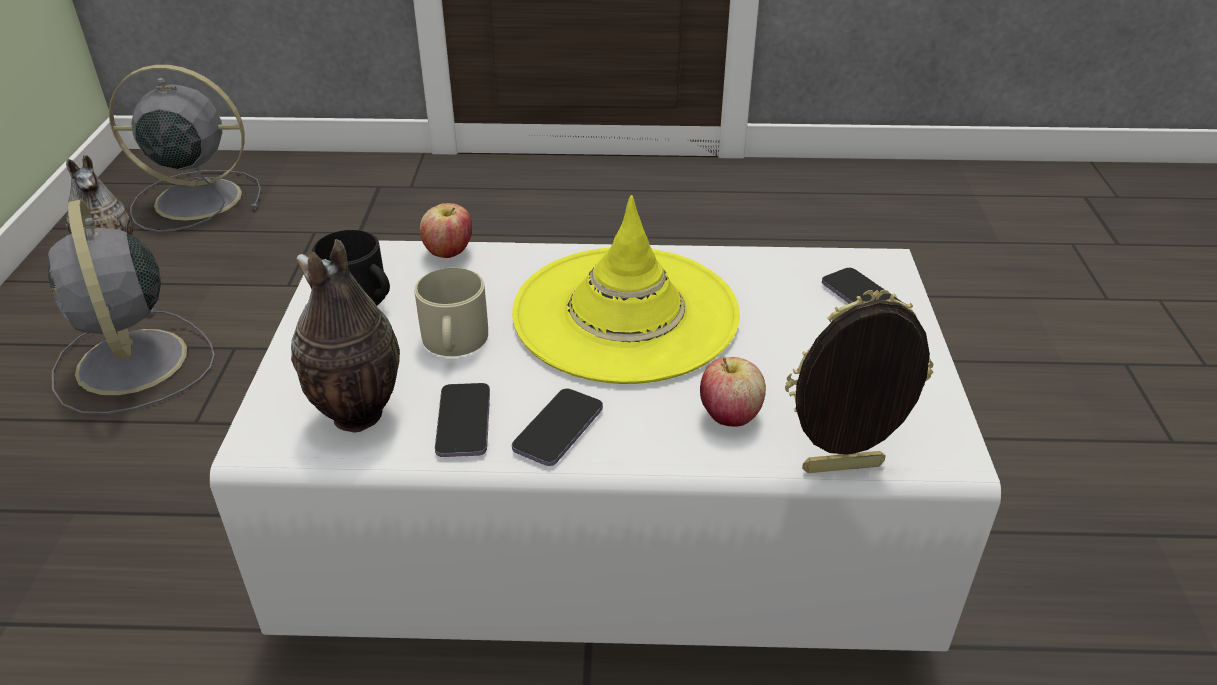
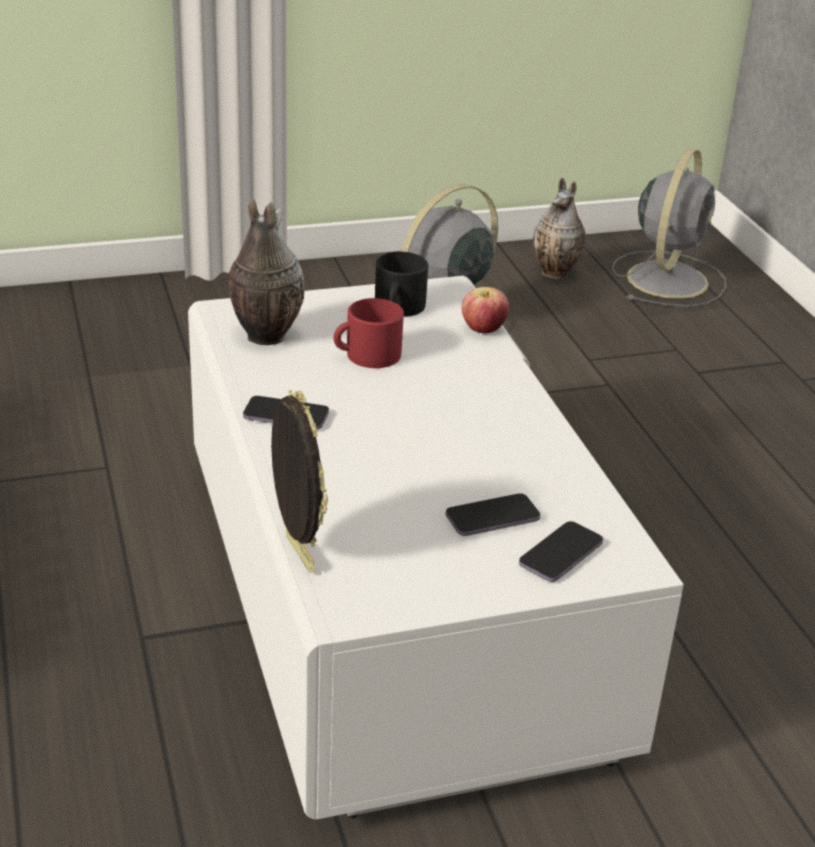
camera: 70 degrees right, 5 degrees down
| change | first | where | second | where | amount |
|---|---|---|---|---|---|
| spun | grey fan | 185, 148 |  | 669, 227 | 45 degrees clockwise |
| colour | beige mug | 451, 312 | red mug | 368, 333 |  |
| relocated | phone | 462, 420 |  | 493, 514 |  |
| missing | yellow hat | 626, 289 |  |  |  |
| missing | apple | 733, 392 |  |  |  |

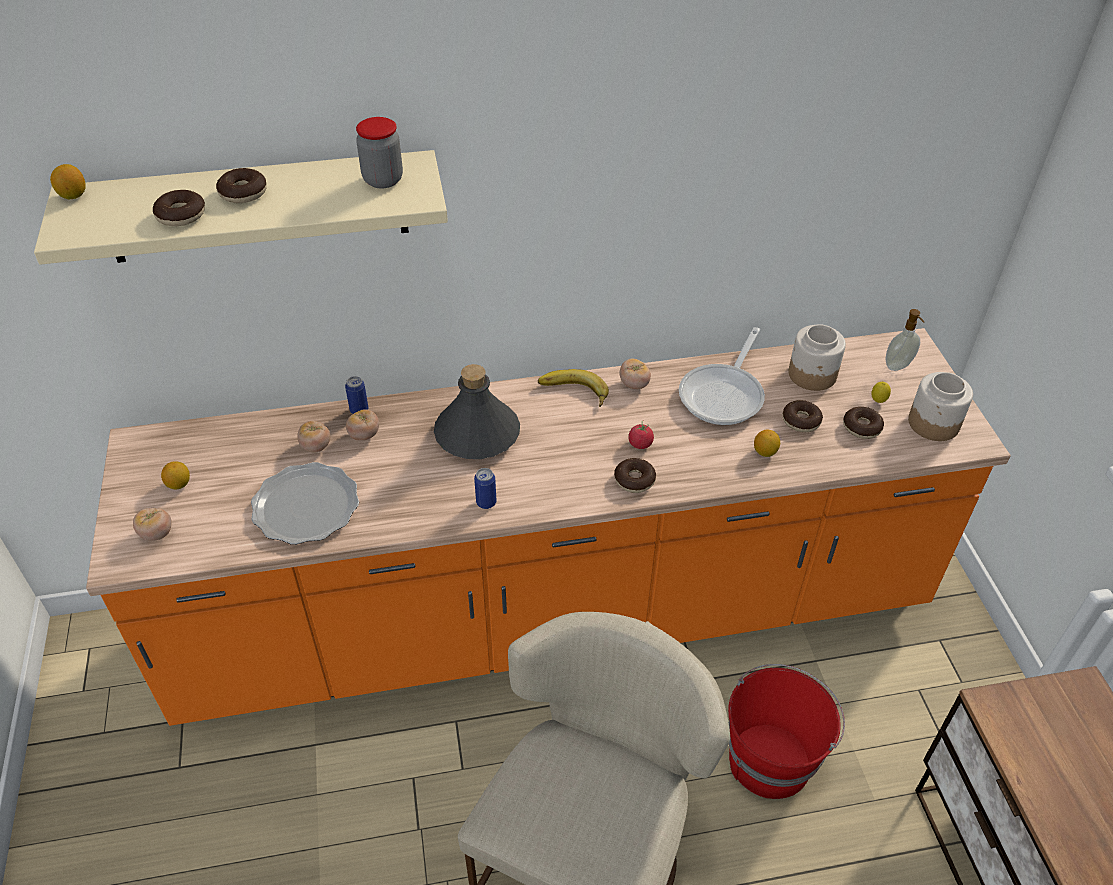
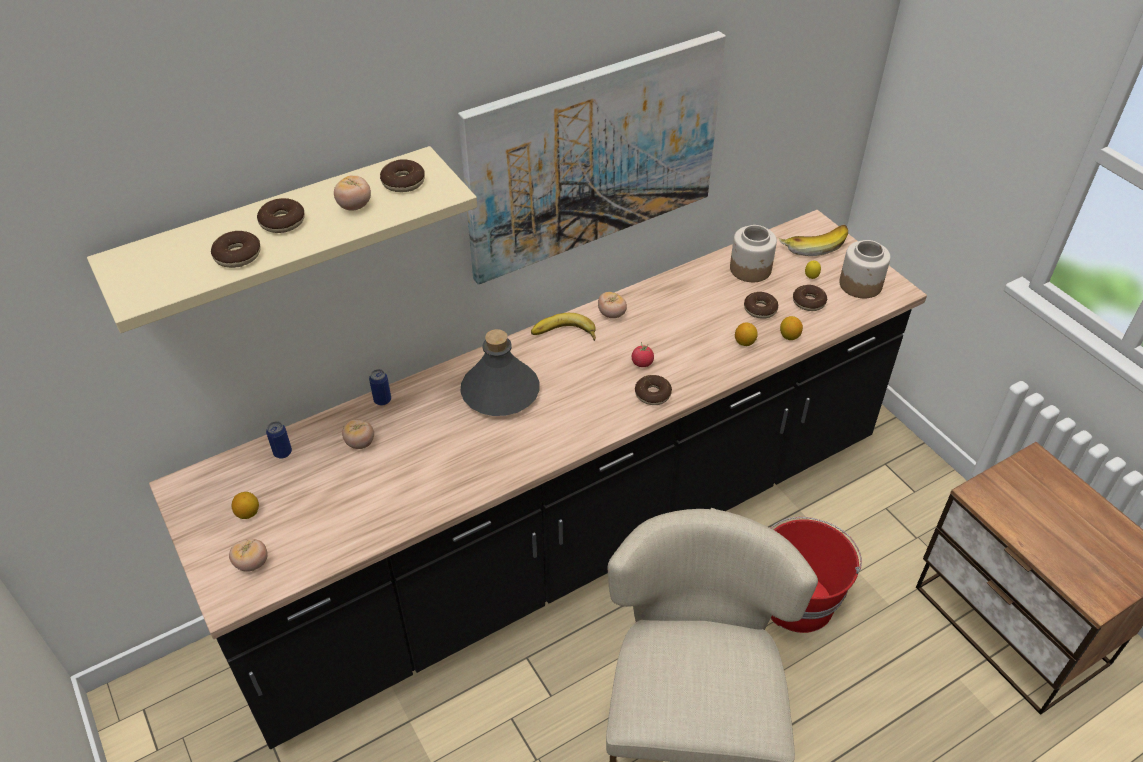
camera: 20 degrees left, 0 degrees up
| change | first | where | second | where | amount |
|---|---|---|---|---|---|
| relocated | lemon | 68, 181 |  | 791, 328 |  |
| colour | orange counter | 548, 527 | black counter | 538, 479 |  |
| missing | plate | 305, 503 |  |  |  |
| relocated | tomato | 362, 425 |  | 352, 193 |  |
| exchanged | jar | 379, 153 | donut | 402, 175 |  |
| relocated | can | 485, 488 |  | 279, 440 |  |
| missing | frying pan | 722, 376 |  |  |  |
| exchanged | soap dispenser | 904, 340 | banana | 813, 240 |  |
| appeared |  |  | picture | 592, 158 |  |

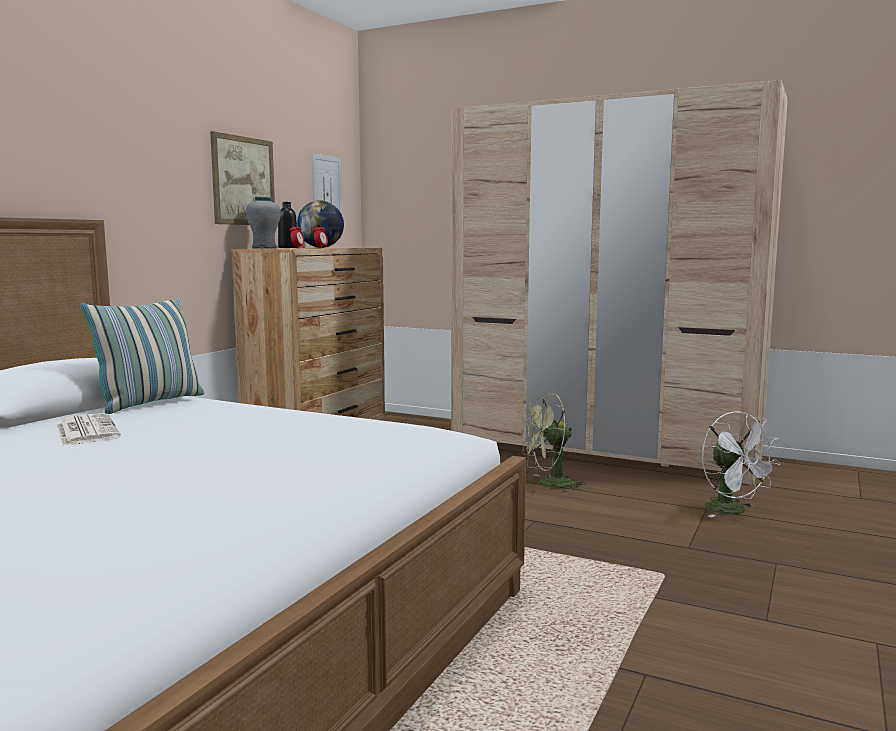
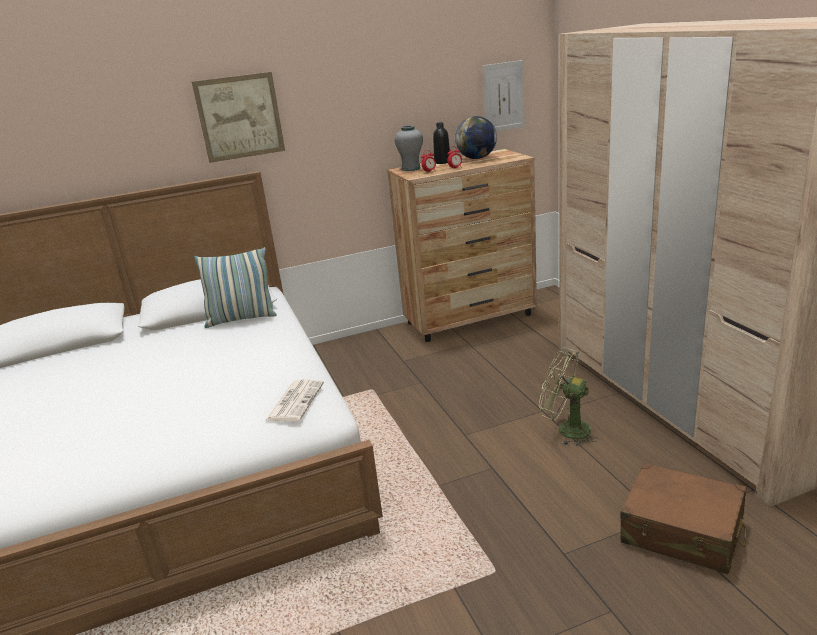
camera: 45 degrees right, 15 degrees up
| change | first | where | second | where | amount |
|---|---|---|---|---|---|
| relocated | newspaper | 89, 429 |  | 295, 400 |  |
| relocated | picture | 242, 178 |  | 238, 117 |  |
| exchanged | white fan | 741, 464 | brown suitcase | 683, 518 |  |

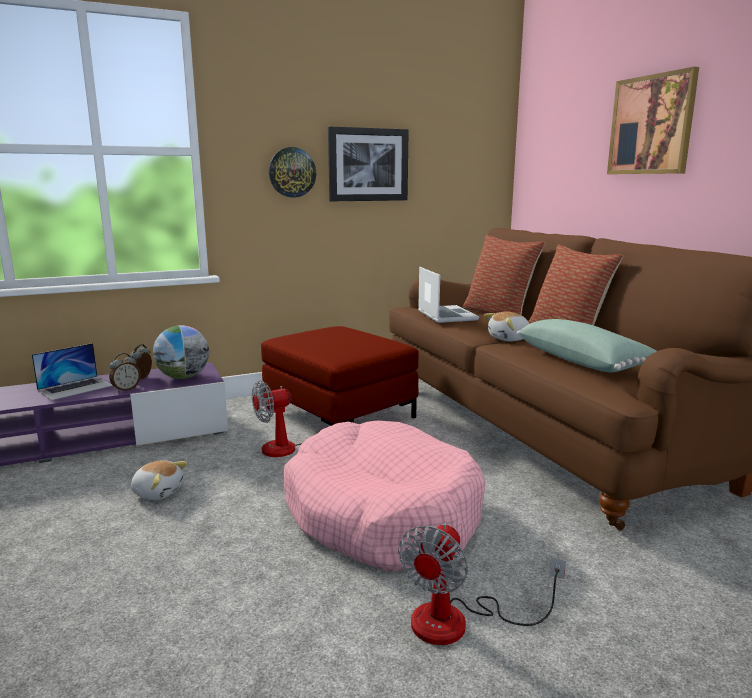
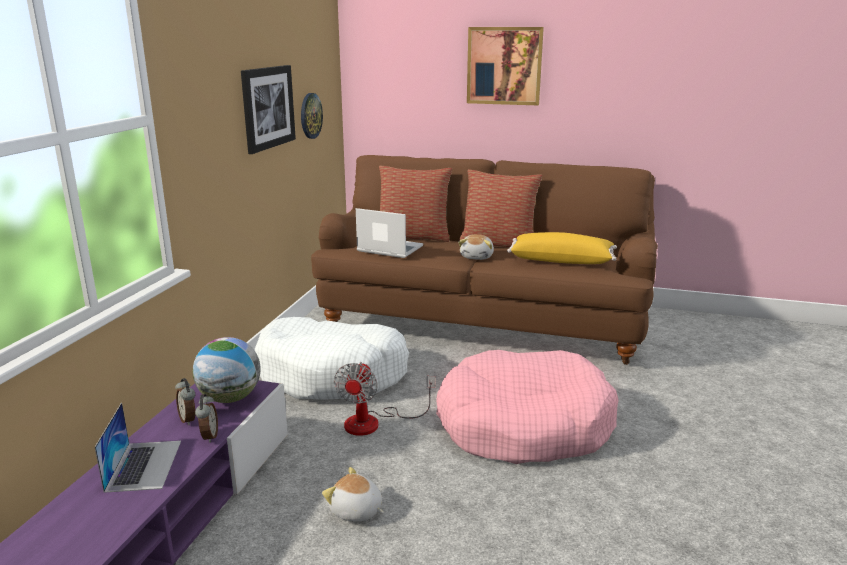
camera: 50 degrees left, 5 degrees up
| change | first | where | second | where | amount |
|---|---|---|---|---|---|
| spun | plush toy | 159, 480 |  | 353, 494 | 120 degrees counterclockwise |
| exchanged | red ottoman | 340, 376 | white dog bed | 332, 358 |  |
| relocated | wall clock | 292, 172 |  | 312, 116 |  |
| missing | fan | 482, 584 |  |  |  |
| colour | green pillow | 587, 345 | yellow pillow | 562, 248 |  |

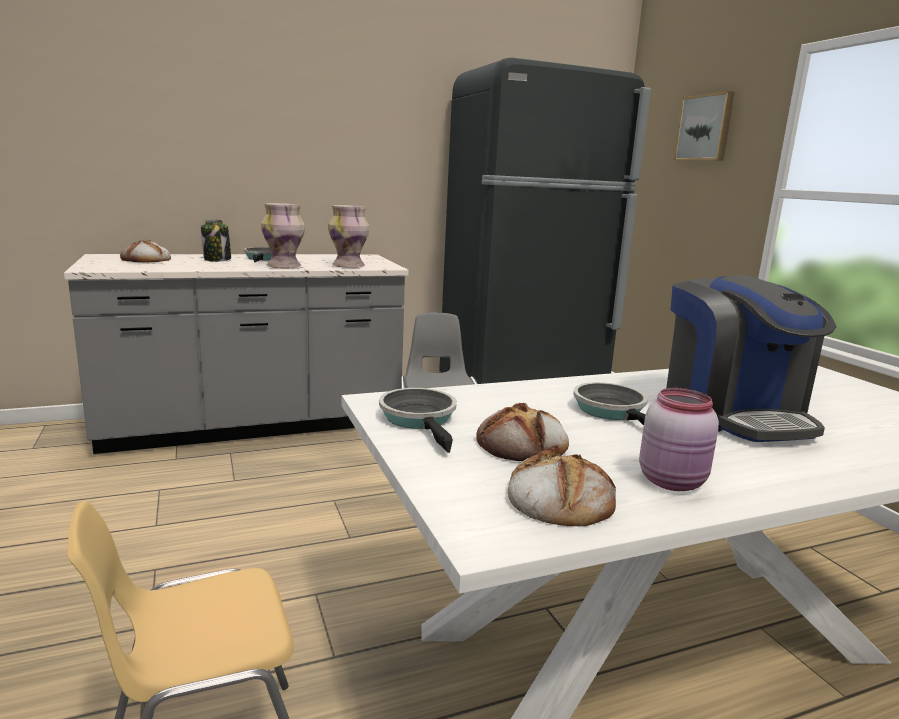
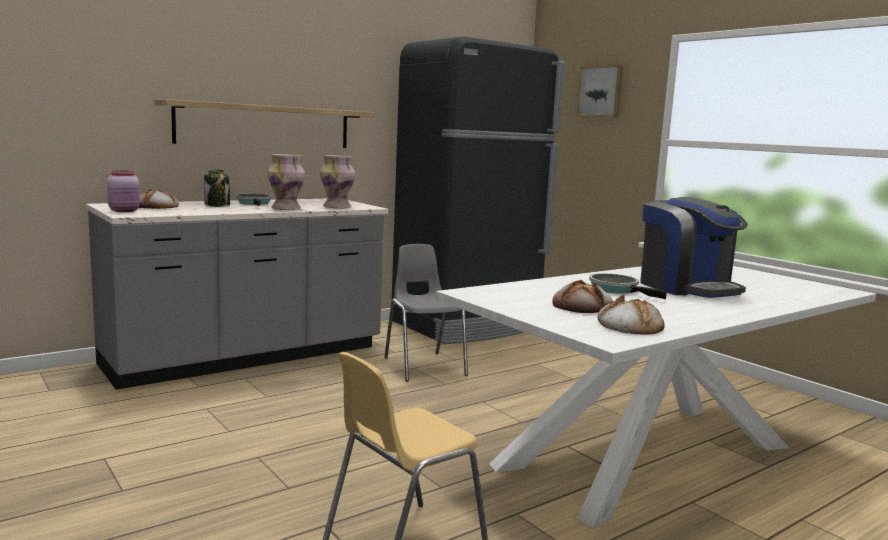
camera: 15 degrees left, 5 degrees down
| change | first | where | second | where | amount |
|---|---|---|---|---|---|
| missing | frying pan | 418, 420 |  |  |  |
| relocated | pink jar | 679, 439 |  | 123, 191 |  |
| appeared |  |  | shelf | 265, 123 |  |

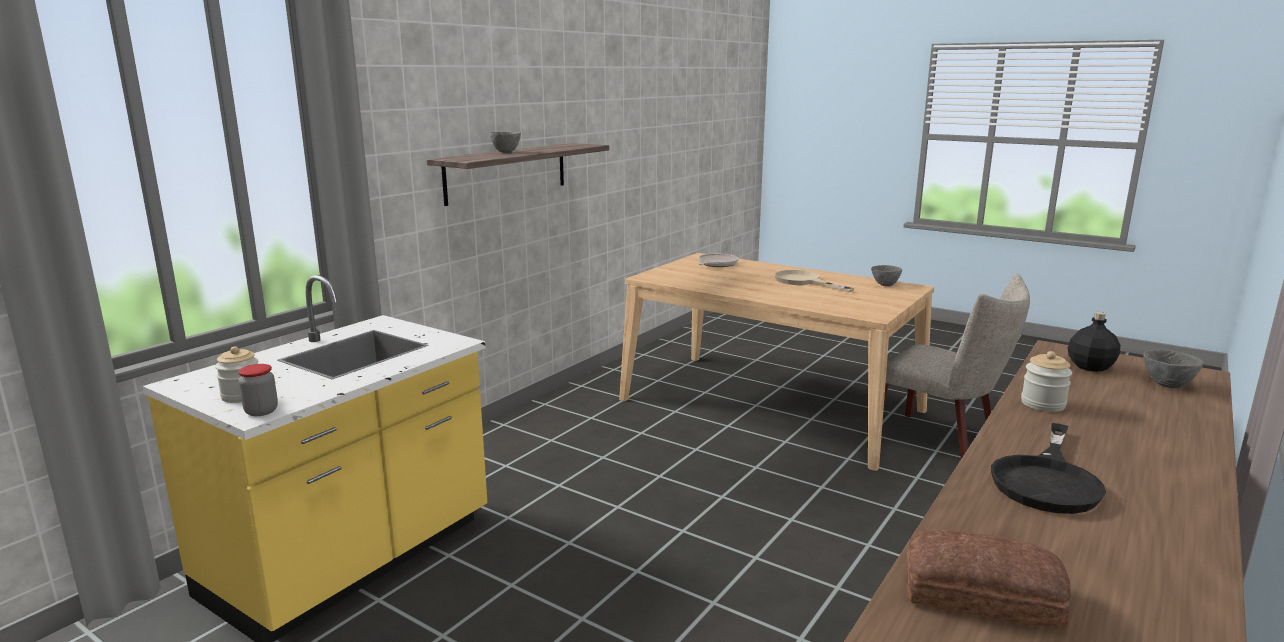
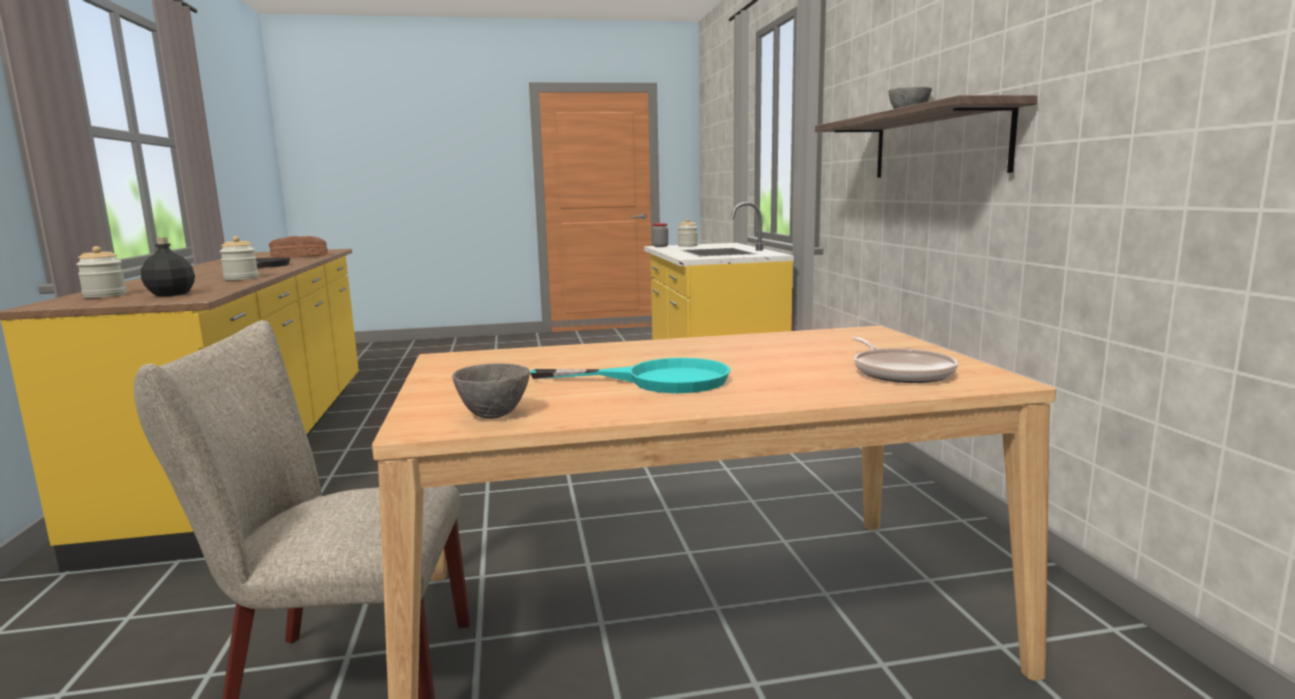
camera: 135 degrees right, 5 degrees down
| change | first | where | second | where | amount |
|---|---|---|---|---|---|
| colour | beige frying pan | 814, 281 | turquoise frying pan | 630, 375 |  |
| exchanged | grey bowl | 1173, 369 | jar | 101, 272 |  |

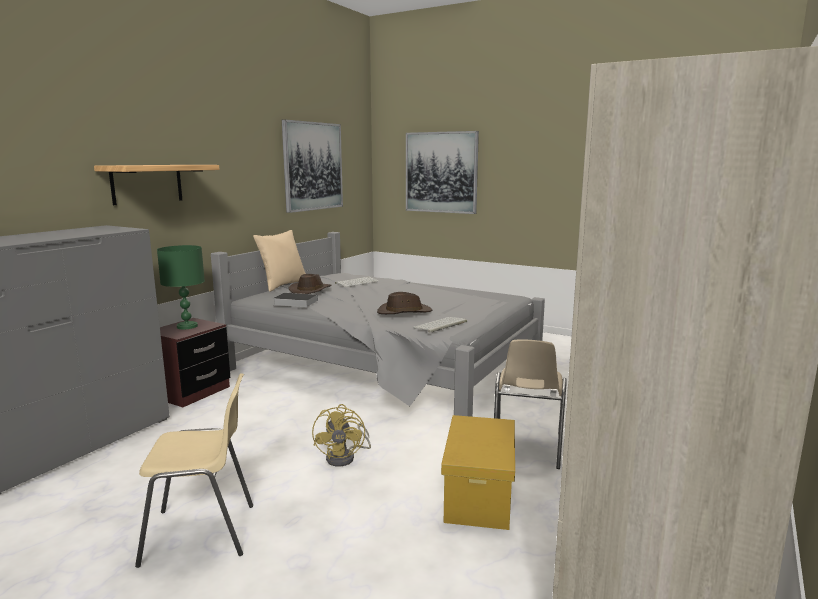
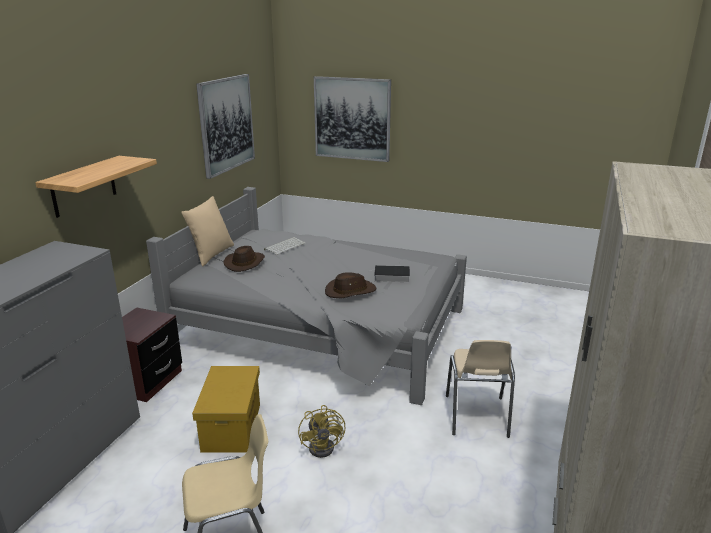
camera: 10 degrees left, 10 degrees up
| change | first | where | second | where | amount |
|---|---|---|---|---|---|
| missing | green table lamp | 181, 287 |  |  |  |
| relocated | book | 295, 300 |  | 389, 273 |  |
| missing | keyboard | 439, 325 |  |  |  |
| relocated | yellow storage box | 478, 472 |  | 226, 409 |  |

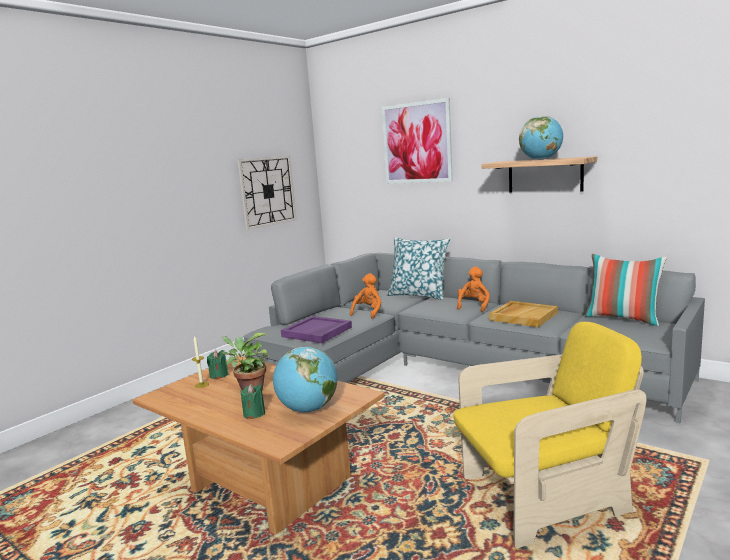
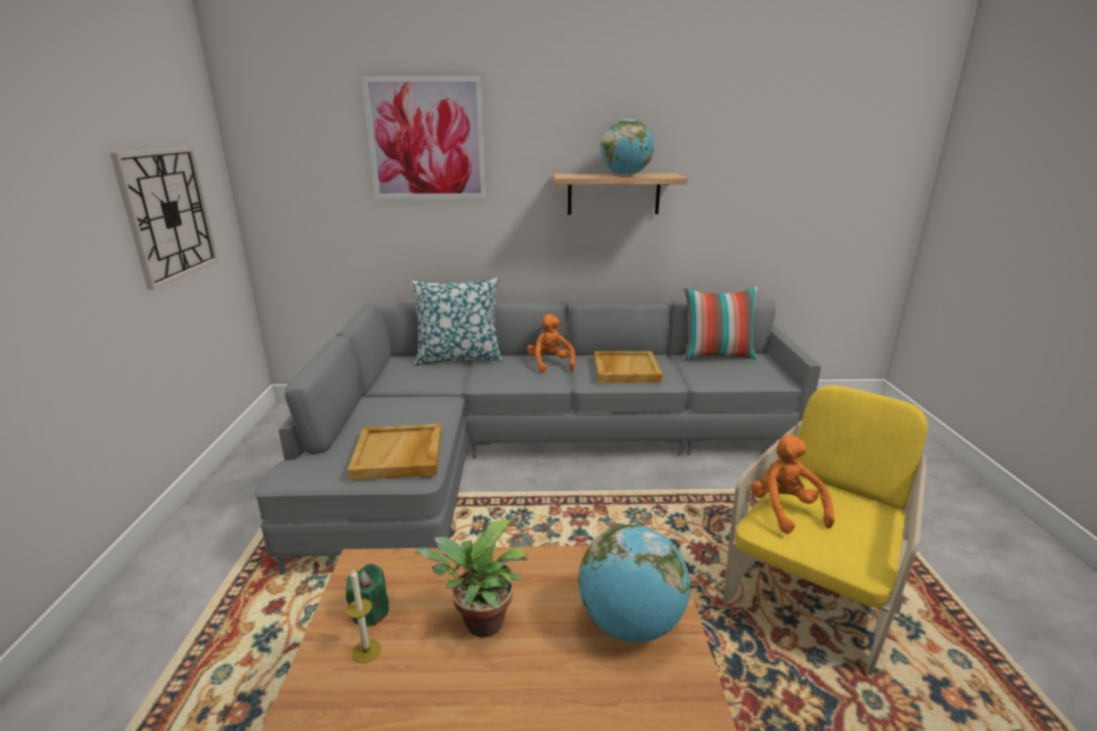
camera: 40 degrees left, 10 degrees up
| change | first | where | second | where | amount |
|---|---|---|---|---|---|
| missing | green candle | 253, 401 |  |  |  |
| colour | purple tray | 316, 329 | beige tray | 394, 452 |  |
| relocated | orange plush toy | 365, 296 |  | 792, 484 |  |

